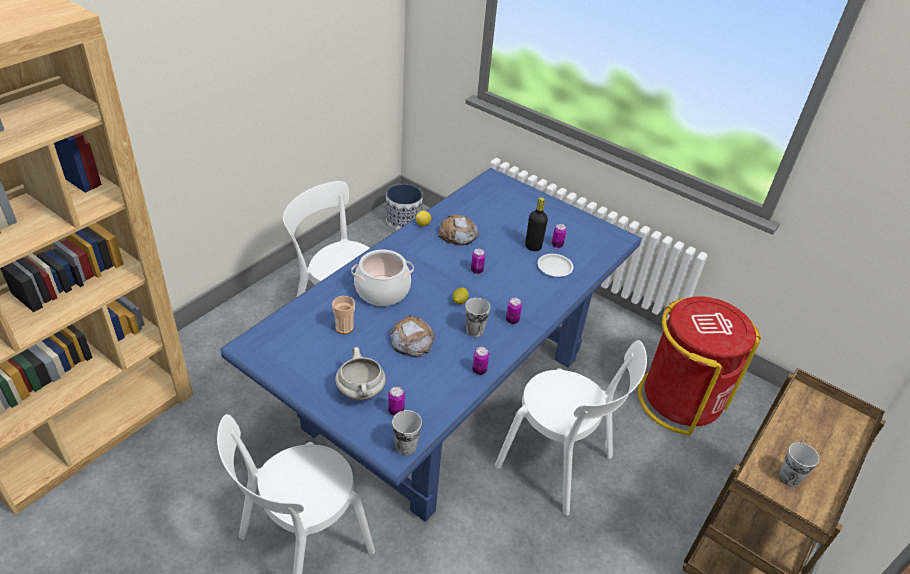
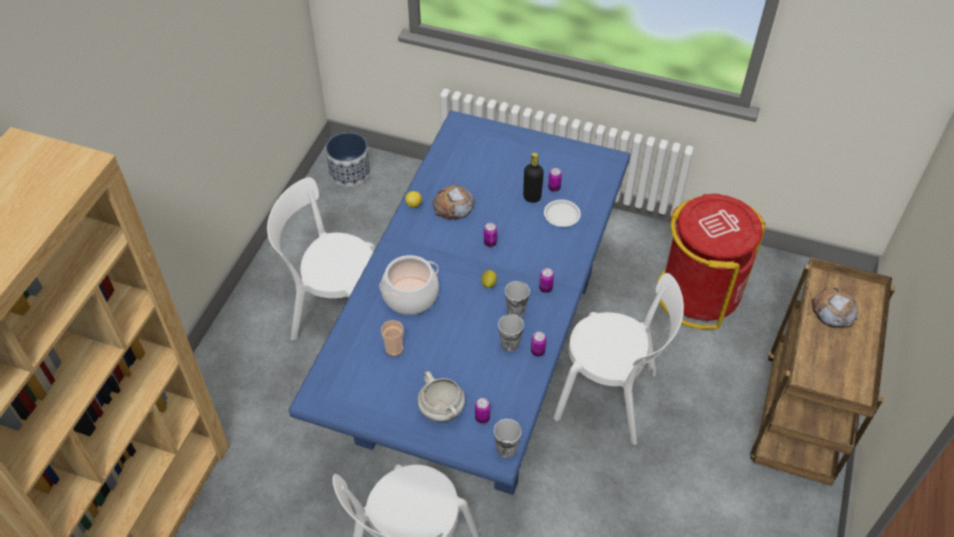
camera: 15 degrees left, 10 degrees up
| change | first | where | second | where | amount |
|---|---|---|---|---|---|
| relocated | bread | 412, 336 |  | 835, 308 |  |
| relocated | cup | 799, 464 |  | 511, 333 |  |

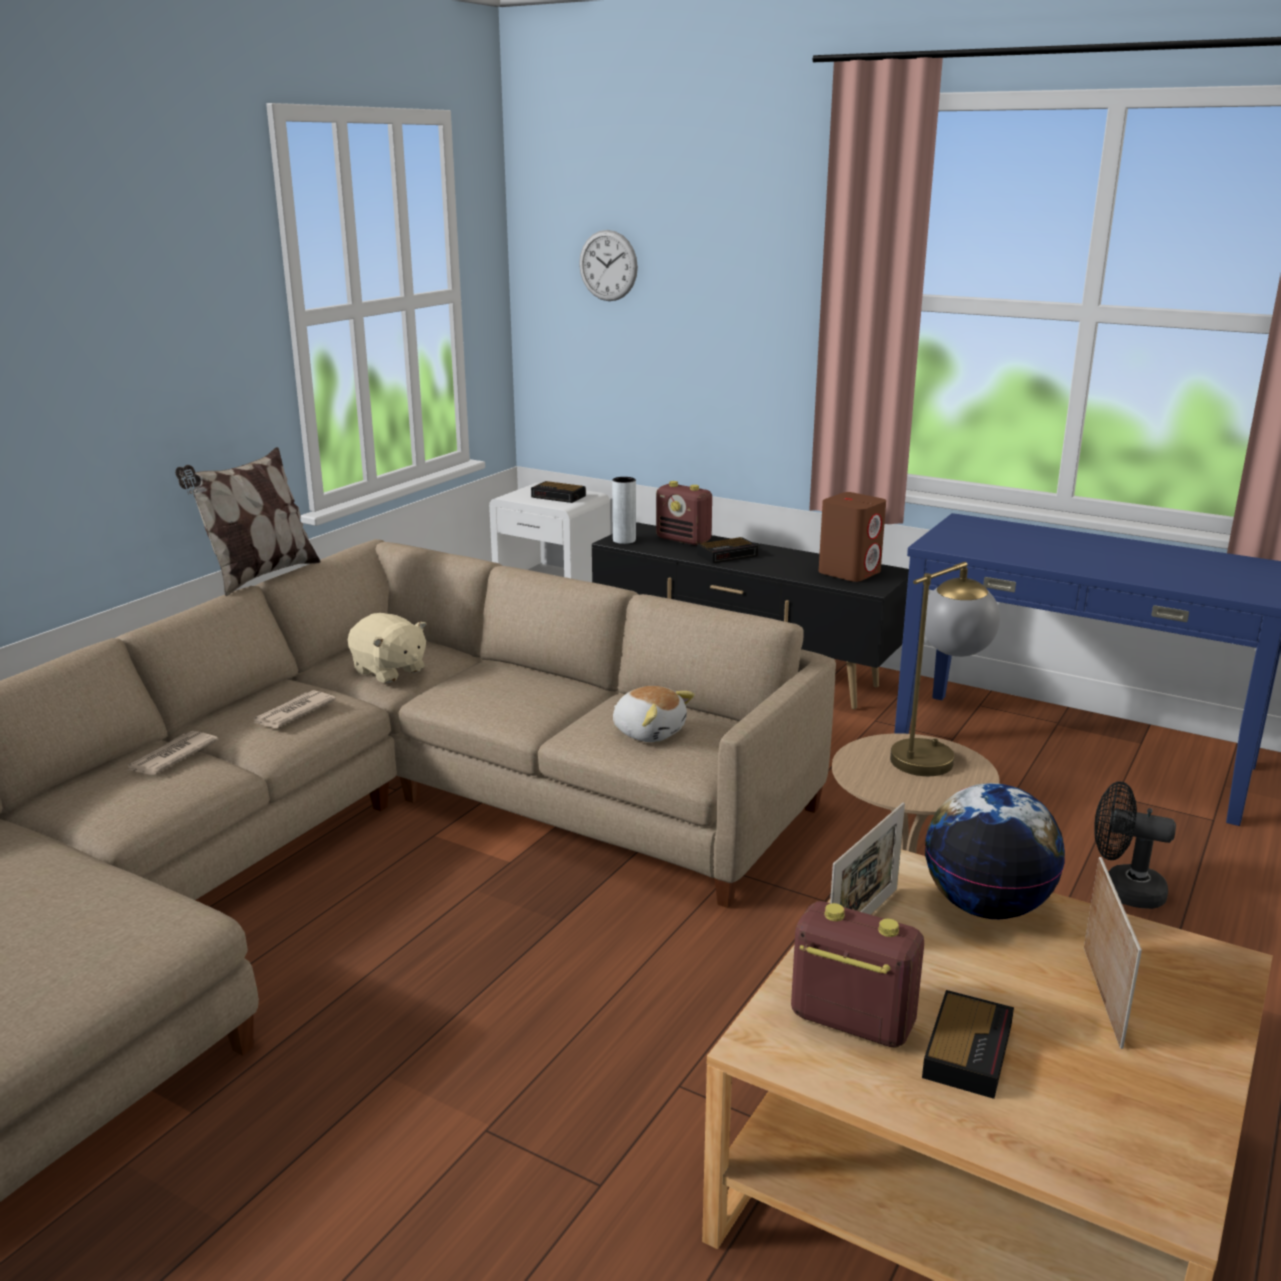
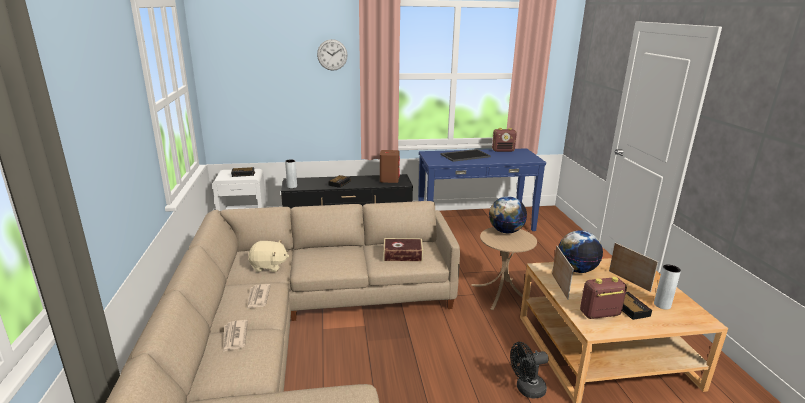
camera: 40 degrees left, 0 degrees up
| change | first | where | second | where | amount |
|---|---|---|---|---|---|
| missing | pillow | 248, 521 |  |  |  |
| relocated | wall clock | 608, 265 |  | 332, 55 |  |
| exchanged | plush toy | 654, 714 | book | 403, 250 |  |
| relocated | radio | 684, 513 |  | 504, 140 |  |
| exchanged | table lamp | 945, 669 | globe | 508, 214 |  |
| relocated | black fan | 1135, 845 |  | 529, 370 |  |
| appeared |  |  | tray | 465, 155 |  |
| appeared |  |  | grey vase | 667, 287 |  |

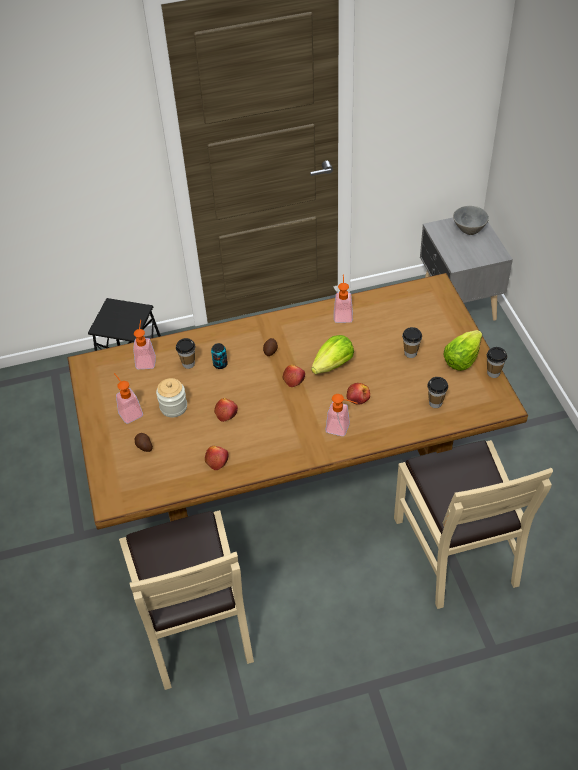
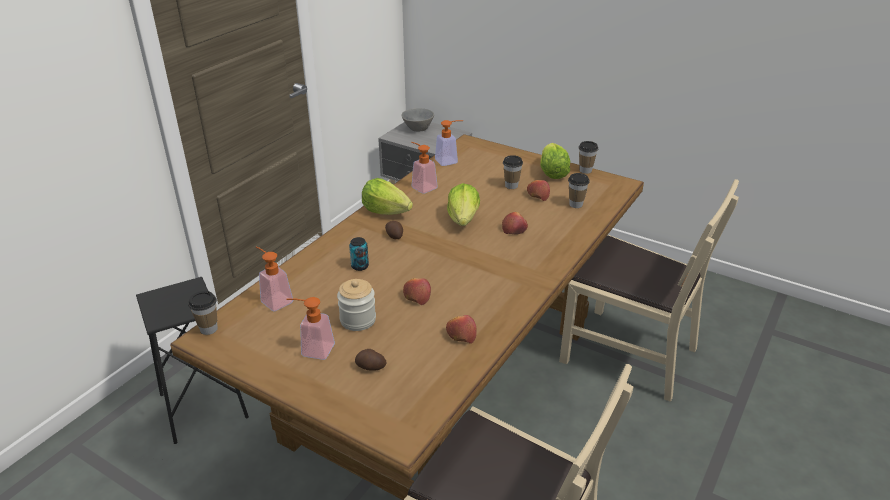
camera: 45 degrees left, 15 degrees down
| change | first | where | second | where | amount |
|---|---|---|---|---|---|
| relocated | cup | 186, 353 |  | 203, 313 |  |
| relocated | apple | 294, 376 |  | 538, 190 |  |
| relocated | soap dispenser | 342, 415 |  | 449, 143 |  |
| appeared |  |  | lettuce | 387, 196 |  |

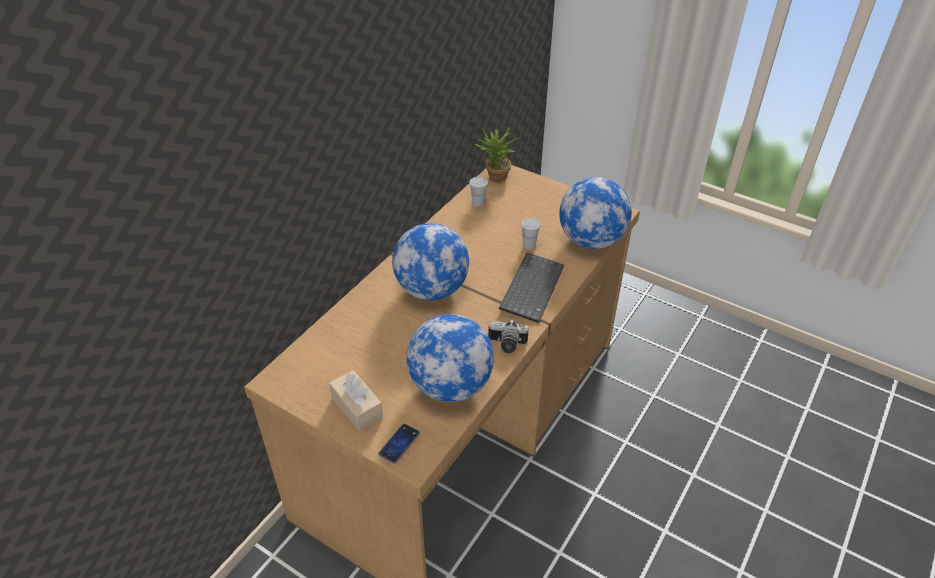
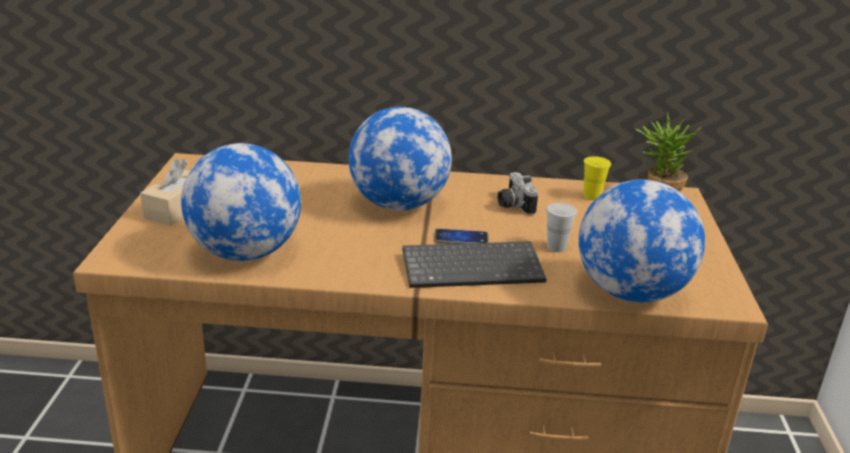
camera: 60 degrees right, 15 degrees down
| change | first | where | second | where | amount |
|---|---|---|---|---|---|
| relocated | phone | 399, 444 |  | 461, 236 |  |
| colour | white cup | 478, 192 | yellow cup | 597, 178 |  |
| relocated | photo camera | 508, 336 |  | 517, 193 |  |

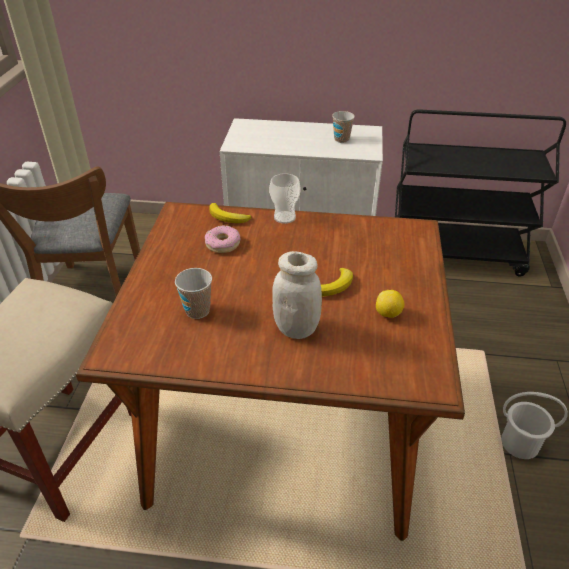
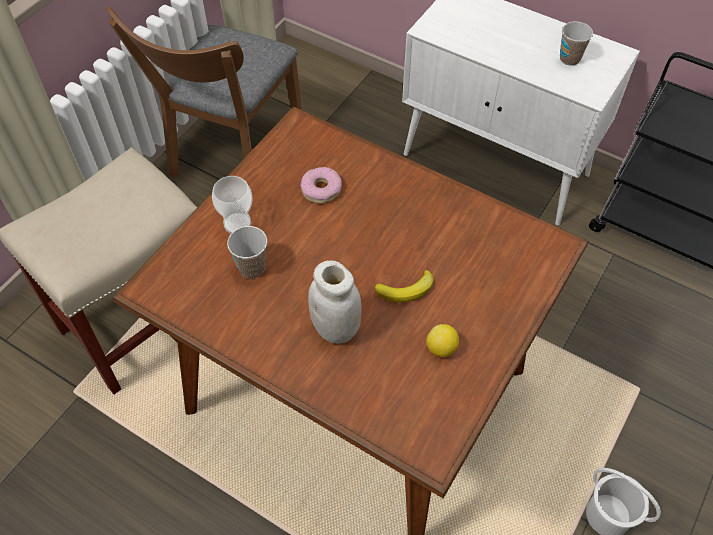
camera: 25 degrees right, 15 degrees up
| change | first | where | second | where | amount |
|---|---|---|---|---|---|
| missing | banana | 230, 213 |  |  |  |
| relocated | cup | 284, 198 |  | 232, 205 |  |

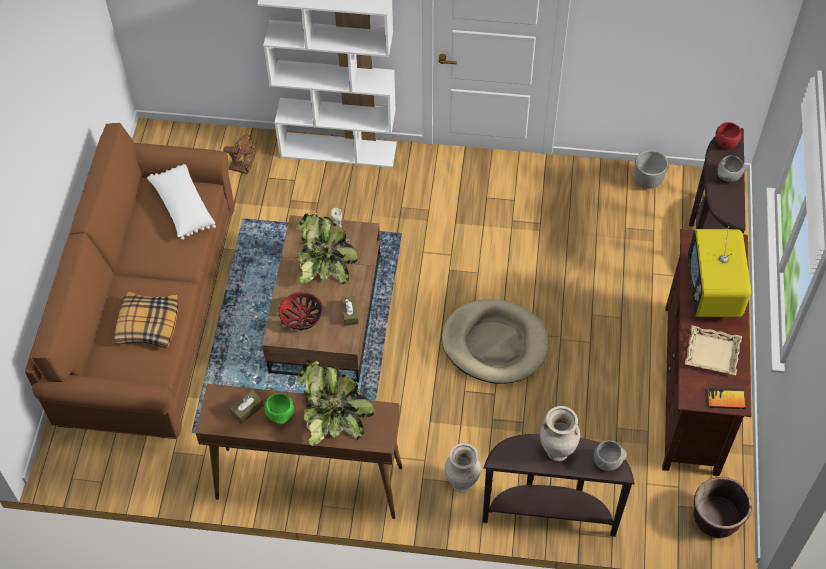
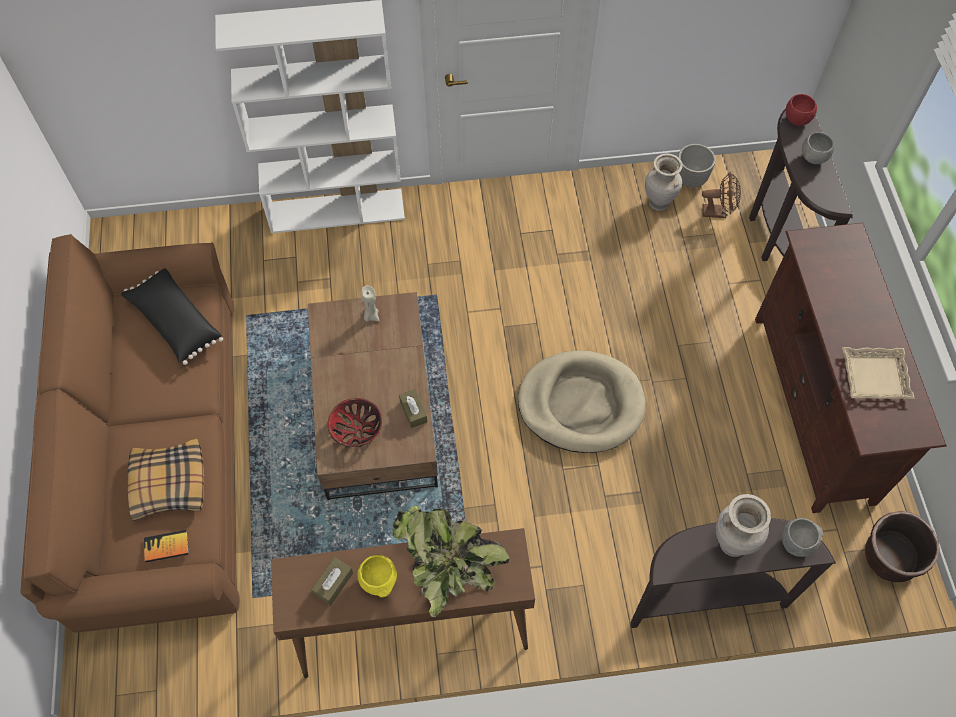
camera: 15 degrees left, 5 degrees up
| change | first | where | second | where | amount |
|---|---|---|---|---|---|
| colour | white pillow | 181, 202 | black pillow | 172, 316 |  |
| relocated | brown fan | 239, 154 |  | 721, 195 |  |
| colour | green bowl | 279, 408 | yellow bowl | 377, 576 |  |
| missing | potted plant | 327, 248 |  |  |  |
| relocated | beige vase | 462, 468 |  | 664, 182 |  |
| missing | television | 719, 271 |  |  |  |
| relocated | book | 726, 398 |  | 166, 546 |  |

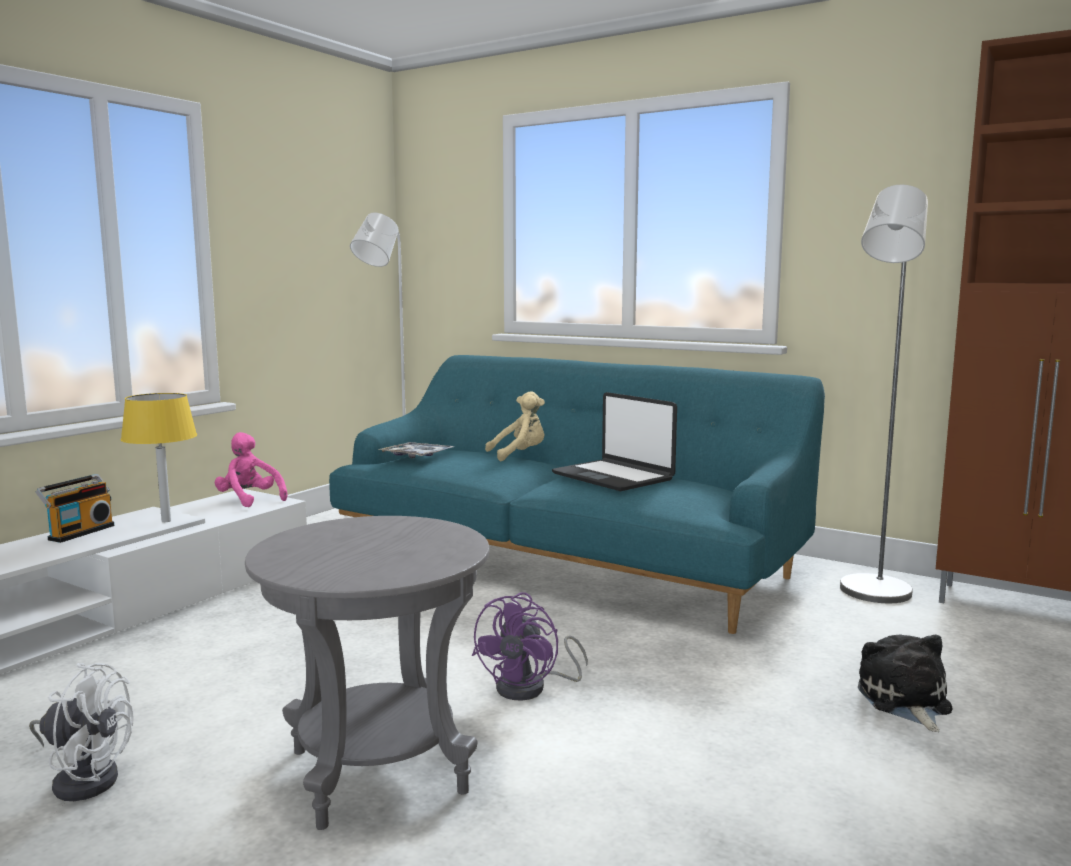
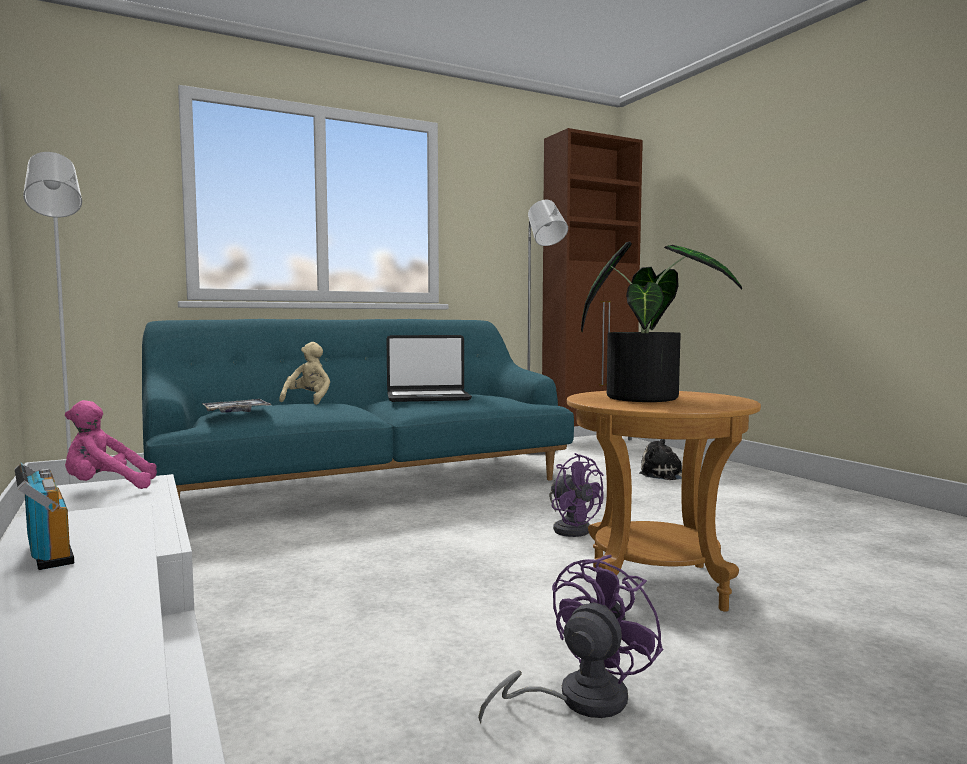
camera: 60 degrees left, 5 degrees down
| change | first | where | second | where | amount |
|---|---|---|---|---|---|
| colour | white fan | 81, 732 | purple fan | 570, 639 |  |
| missing | yellow table lamp | 159, 457 |  |  |  |
| colour | grey side table | 367, 673 | brown side table | 664, 501 |  |
| appeared |  |  | potted plant | 661, 322 |  |

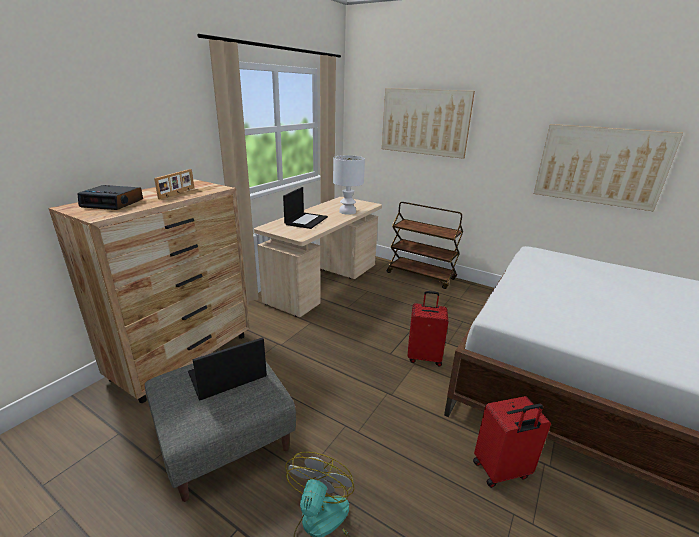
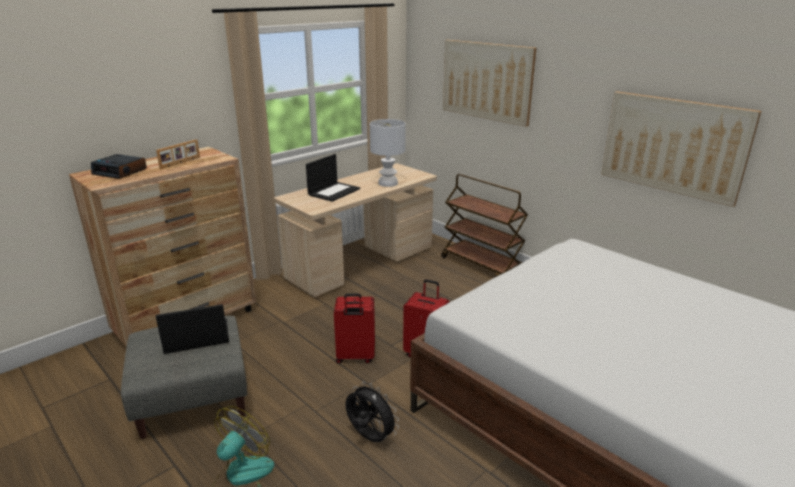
camera: 15 degrees right, 0 degrees up
| change | first | where | second | where | amount |
|---|---|---|---|---|---|
| relocated | red suitcase | 512, 442 |  | 354, 328 |  |
| appeared |  |  | black fan | 372, 412 |  |

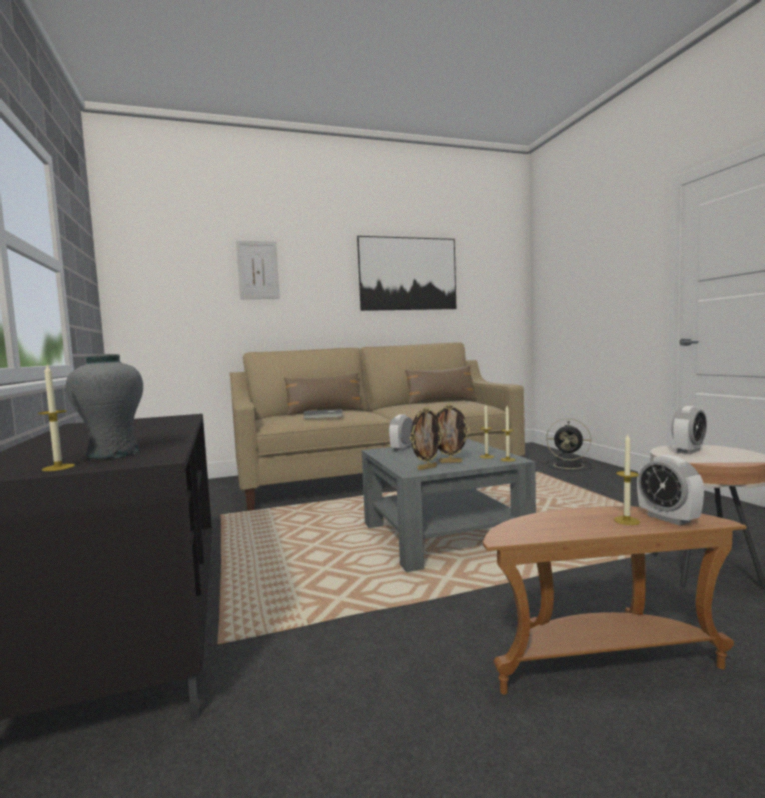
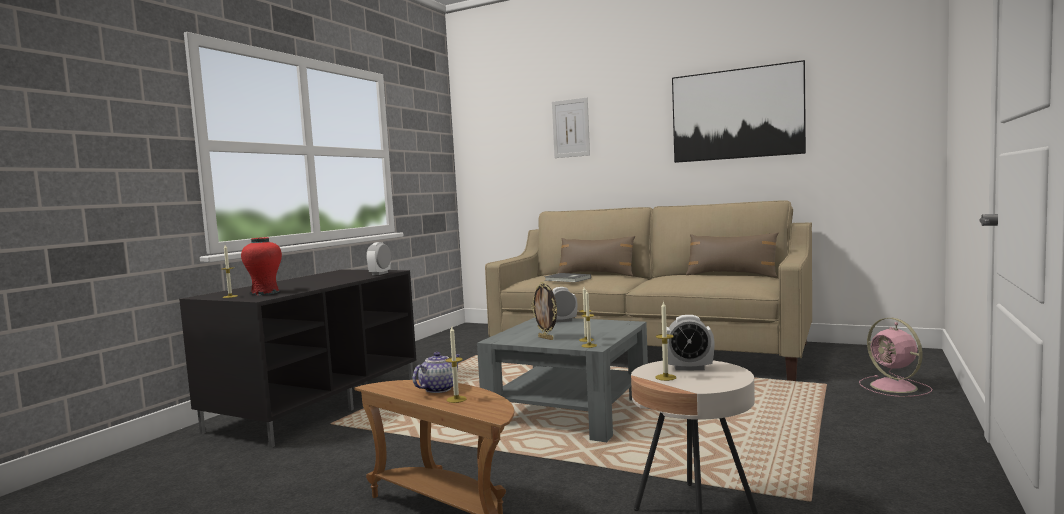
camera: 45 degrees right, 0 degrees up
| change | first | where | second | where | amount |
|---|---|---|---|---|---|
| colour | grey vase | 104, 406 | red vase | 261, 266 |  |
| missing | picture frame | 427, 438 |  |  |  |
| colour | black fan | 569, 444 | pink fan | 895, 357 |  |
| relocated | alarm clock | 670, 490 |  | 378, 258 |  |
| appeared |  |  | teapot | 436, 372 |  |
| appeared |  |  | candle | 665, 341 |  |

